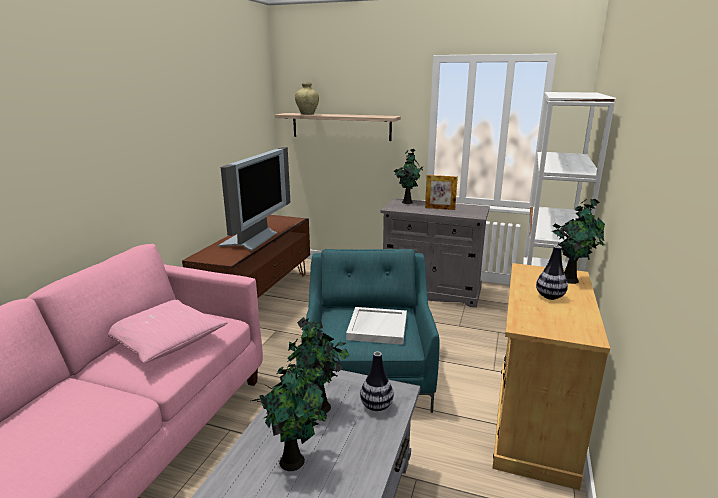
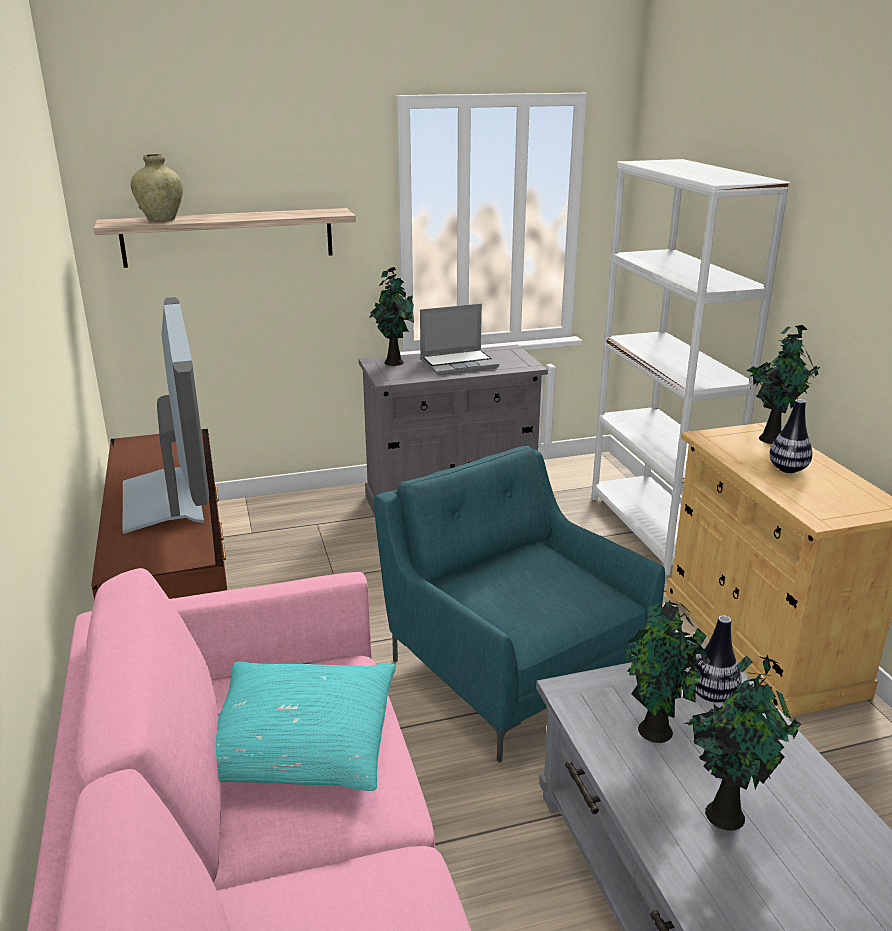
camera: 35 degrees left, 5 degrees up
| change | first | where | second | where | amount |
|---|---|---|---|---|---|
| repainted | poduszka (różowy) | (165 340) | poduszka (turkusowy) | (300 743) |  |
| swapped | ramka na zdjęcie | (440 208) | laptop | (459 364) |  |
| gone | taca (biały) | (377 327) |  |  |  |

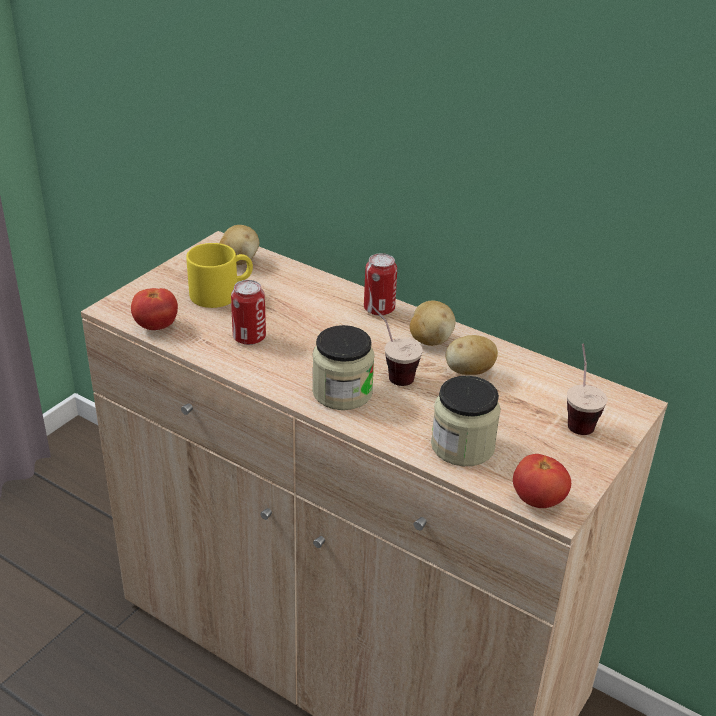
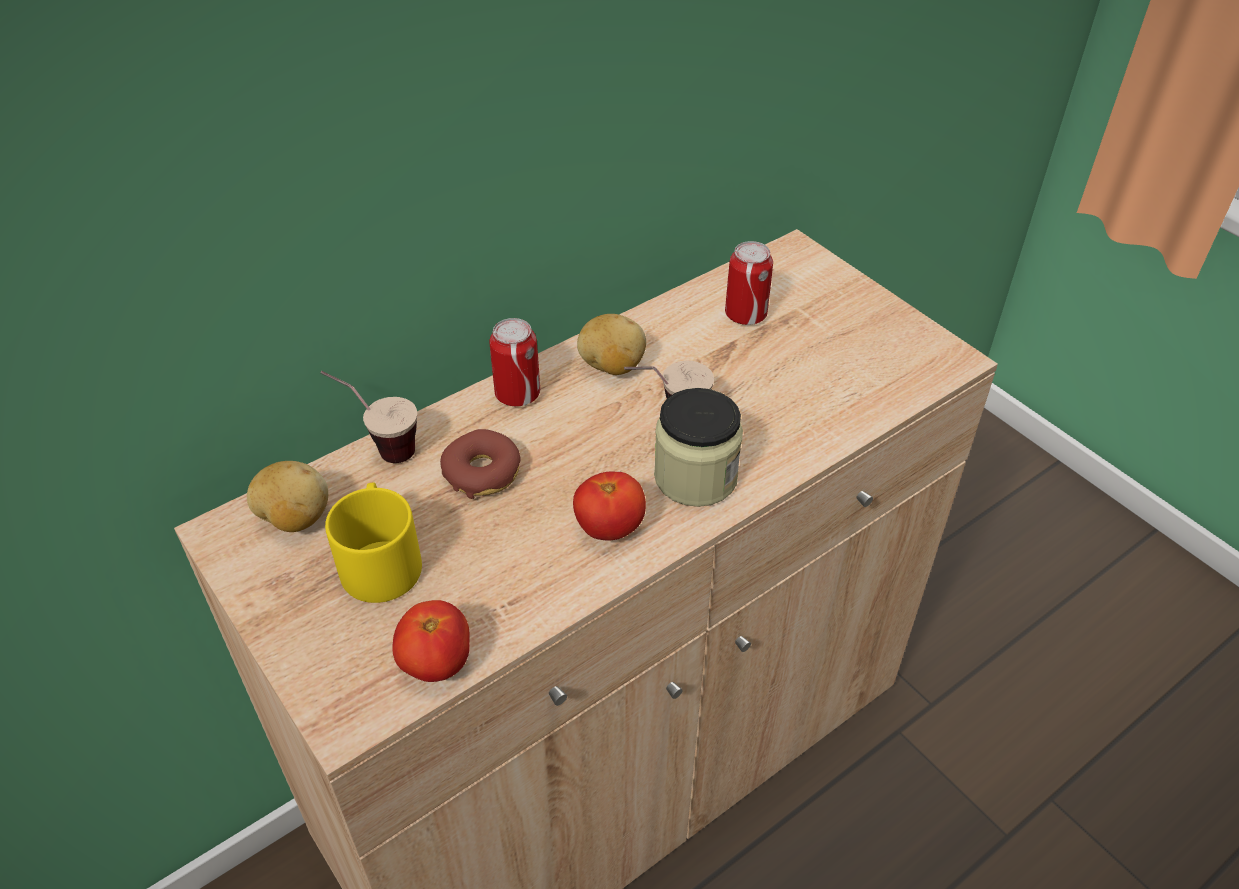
camera: 70 degrees left, 10 degrees up
| change | first | where | second | where | amount |
|---|---|---|---|---|---|
| shifted | filiżanka | (578 417) |  | (378 446) |  |
| new |  |  | donut | (482 472) |  |
| shifted | pomidor | (538 501) |  | (609 527) |  |
| shifted | puszka | (249 338) |  | (745 315) |  |
| gone | słoik | (462 446) |  |  |  |
| gone | ziemniak | (469 372) |  |  |  |

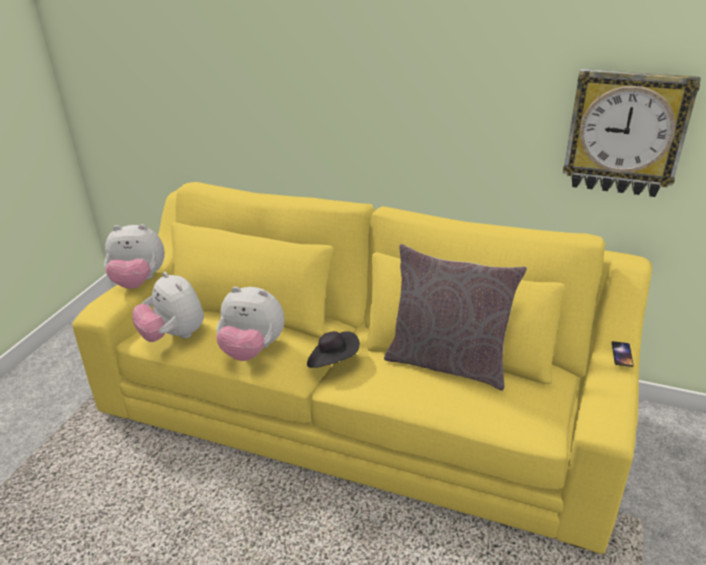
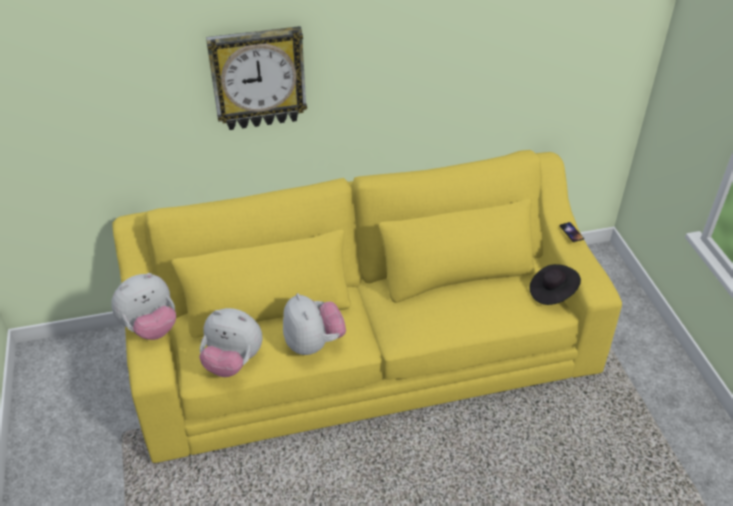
camera: 35 degrees left, 10 degrees up
| change | first | where | second | where | amount |
|---|---|---|---|---|---|
| shifted | zegar ścienny | (625 133) |  | (258 78) |  |
| rotated | pluszak | (252 350) |  | (313 343) | 90 degrees counterclockwise |
| shifted | kapelusz (czarny) | (333 361) |  | (552 292) |  |
| gone | poduszka (szary) | (447 362) |  |  |  |

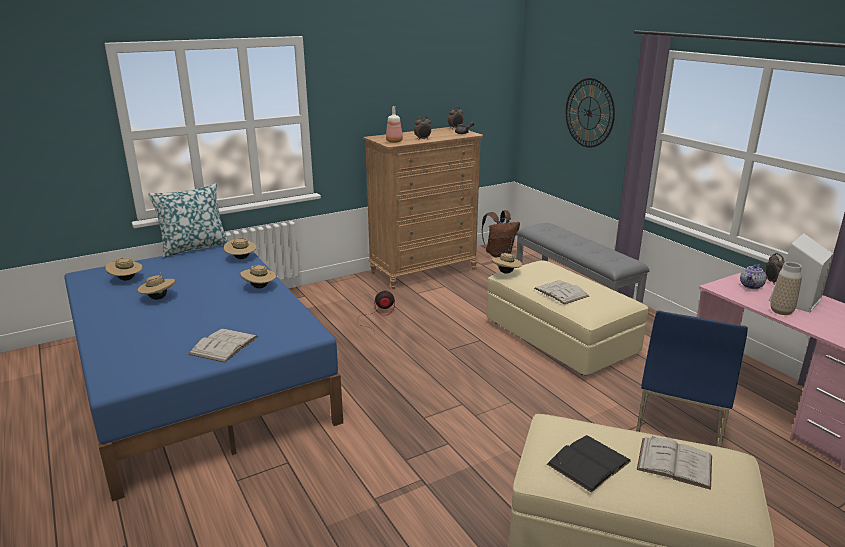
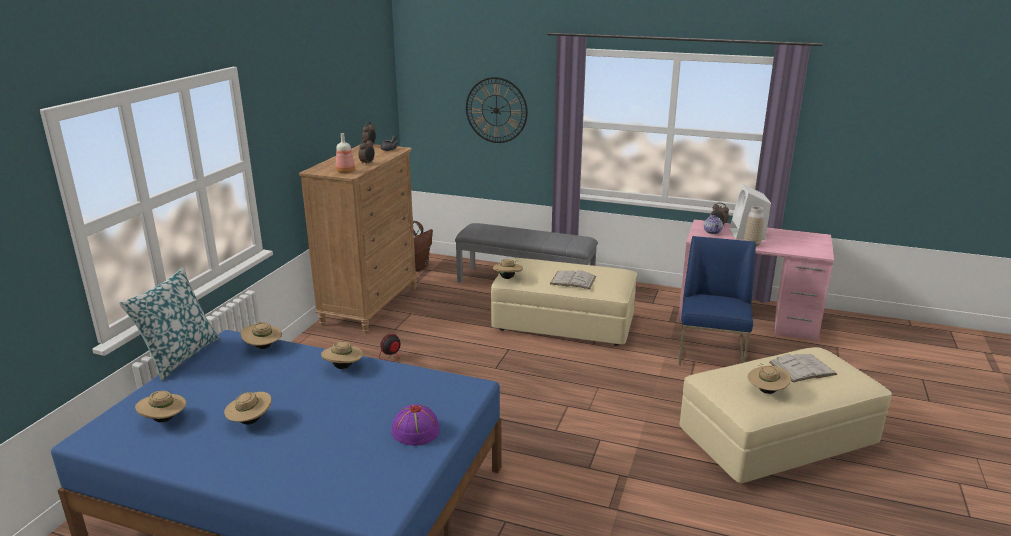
camera: 40 degrees left, 0 degrees up
| change | first | where | second | where | amount |
|---|---|---|---|---|---|
| swapped | książka (biały) | (224 345) | kapelusz (fioletowy) | (415 431) |  |
| rotated | krzesło (niebieski) | (678 423) |  | (711 353) | 150 degrees counterclockwise |
| swapped | książka (czarny) | (589 463) | kapelusz (beżowy) | (766 391) |  |

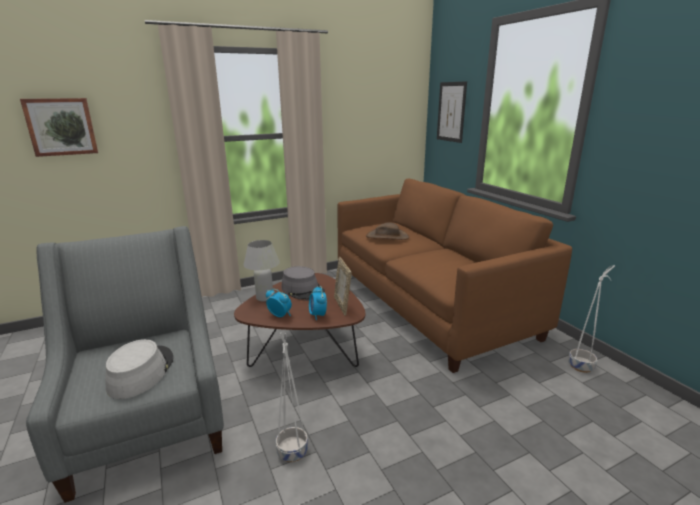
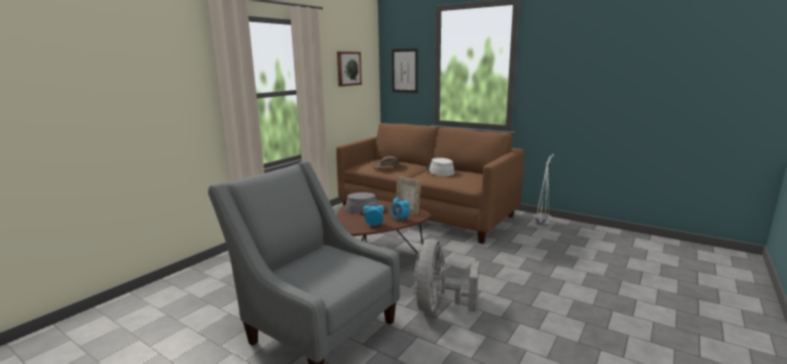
camera: 30 degrees left, 5 degrees down
| change | first | where | second | where | amount |
|---|---|---|---|---|---|
| shifted | obraz | (61 126) |  | (348 68) |  |
| swapped | donica (biały) | (292 452) | wentylator (szary) | (438 306) |  |
| shifted | kapelusz (szary) | (141 372) |  | (439 171) |  |
| gone | lampa stołowa (biały) | (264 298) |  |  |  |

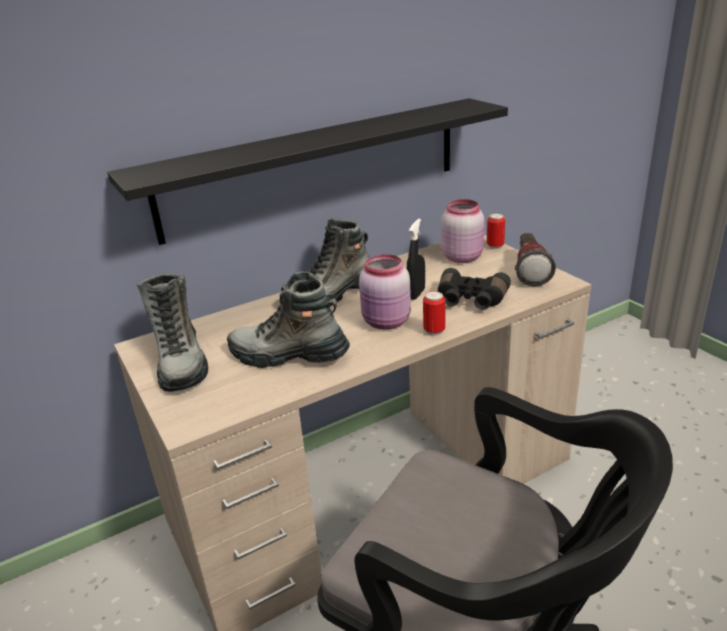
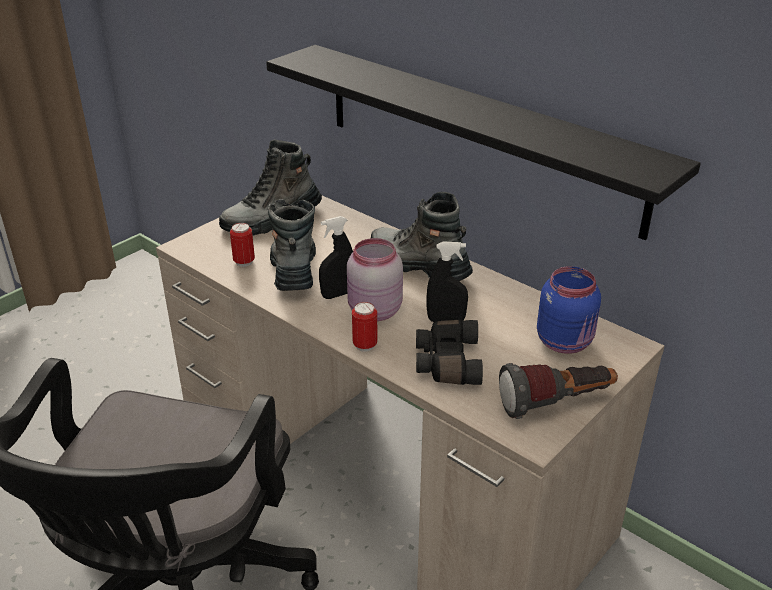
camera: 70 degrees right, 5 degrees up
| change | first | where | second | where | amount |
|---|---|---|---|---|---|
| shifted | puszka | (495 246) |  | (244 262) |  |
| new |  |  | spryskiwacz (czarny) | (338 294) |  |
| repainted | słoik (różowy) | (462 257) | słoik (niebieski) | (565 342) |  |

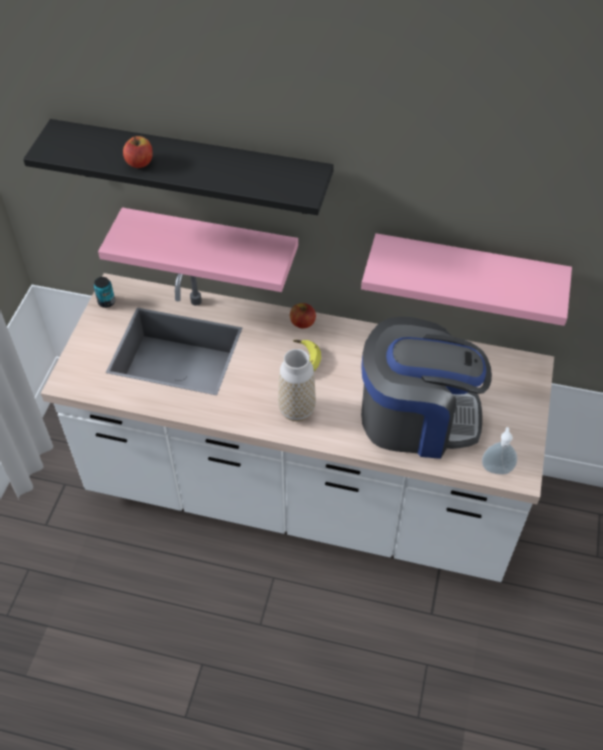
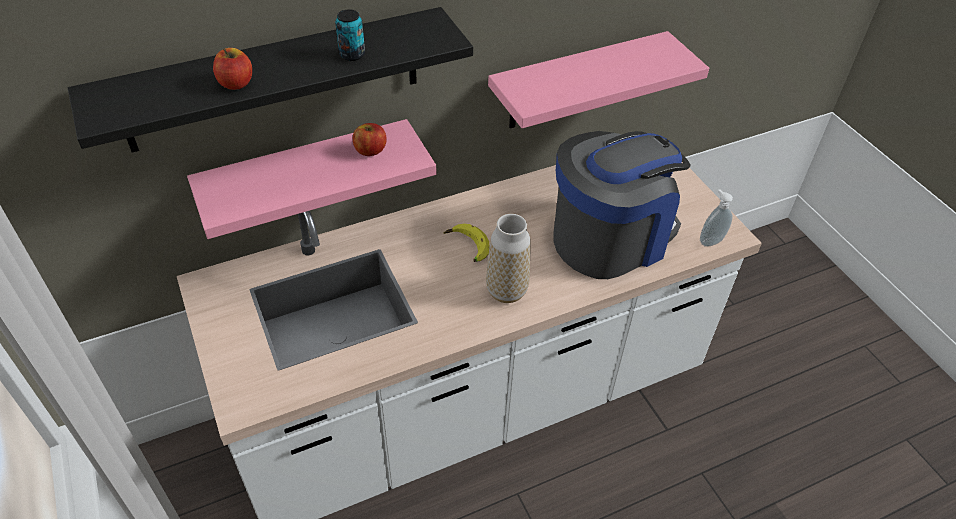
camera: 40 degrees left, 5 degrees down
| change | first | where | second | where | amount |
|---|---|---|---|---|---|
| shifted | puszka | (106 302) |  | (352 55) |  |
| shifted | jabłko | (302 323) |  | (370 150) |  |

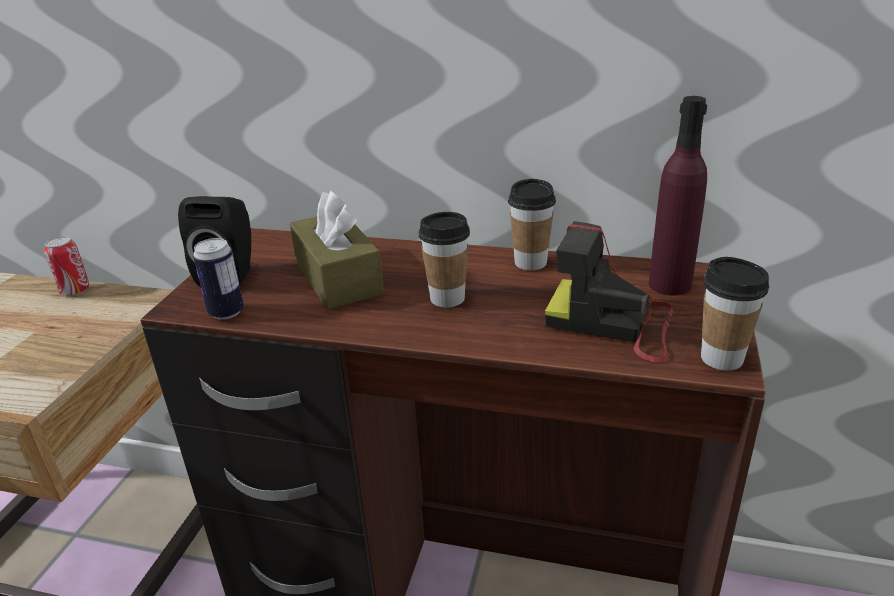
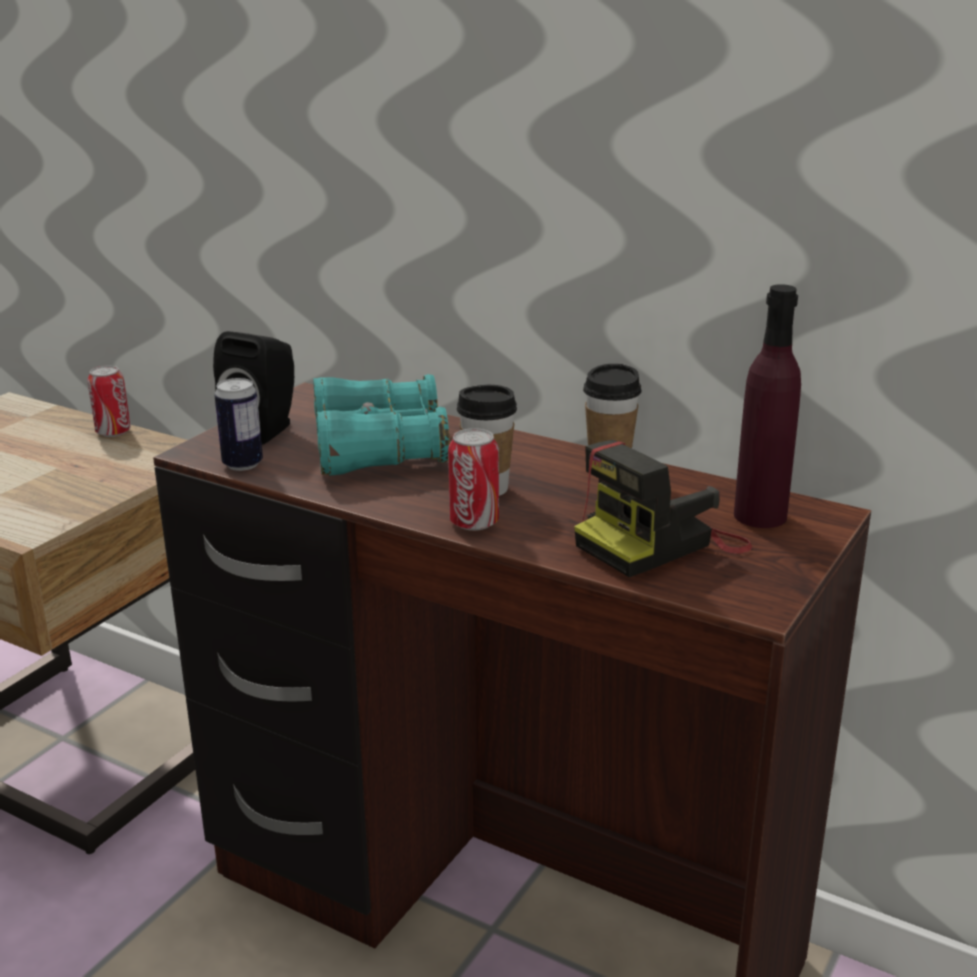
camera: 15 degrees right, 5 degrees down
| change | first | where | second | where | amount |
|---|---|---|---|---|---|
| swapped | pudełko chusteczek (brązowy) | (338 278) | lornetka (turkusowy) | (378 450) |  |
| new |  |  | puszka | (474 523) |  |
| rotated | aparat fotograficzny | (614 324) |  | (660 543) | 75 degrees counterclockwise |
| gone | filiżanka | (721 358) |  |  |  |

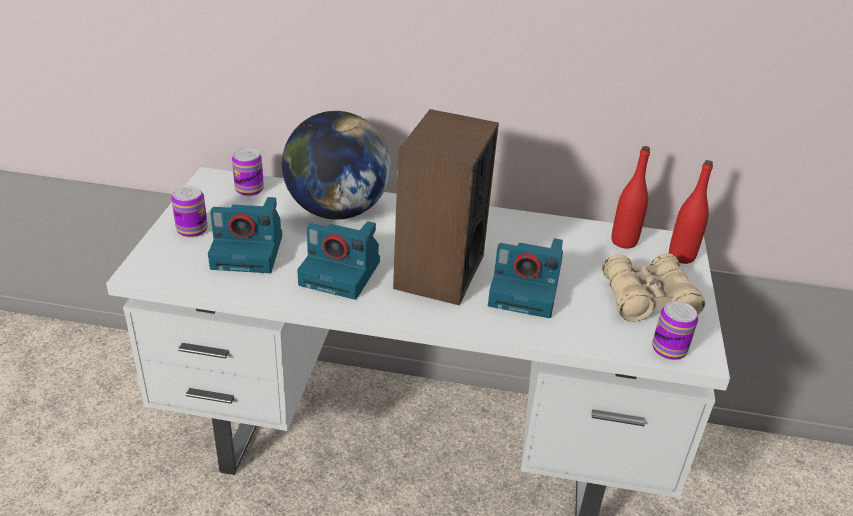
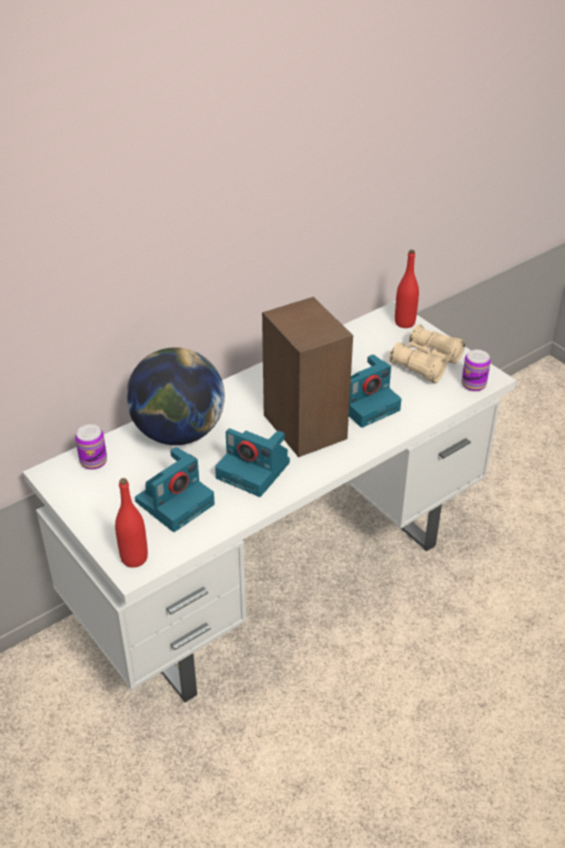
camera: 45 degrees left, 5 degrees up
| change | first | where | second | where | amount |
|---|---|---|---|---|---|
| shifted | butelka (czerwony) | (624 242) |  | (134 558) |  |
| rotated | aparat fotograficzny | (342 273) |  | (255 470) | 60 degrees clockwise |
| gone | puszka | (192 230) |  |  |  |

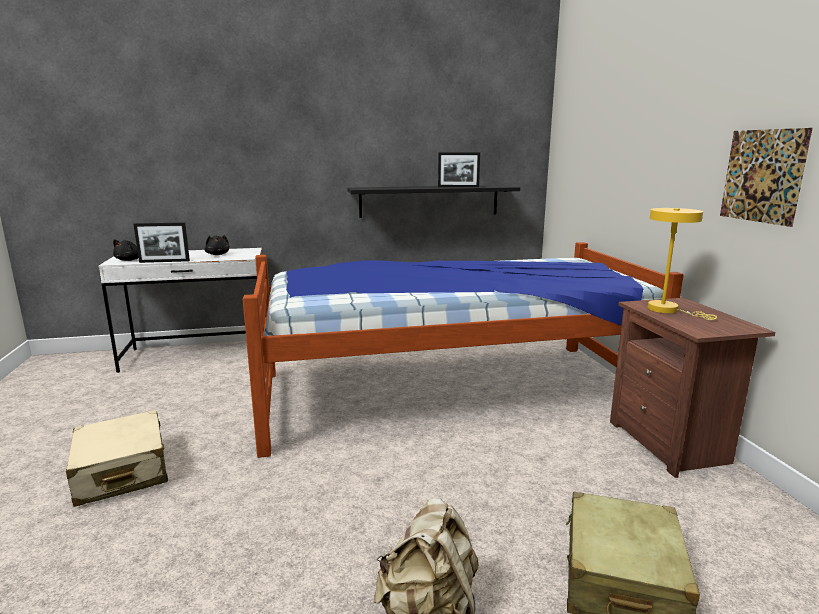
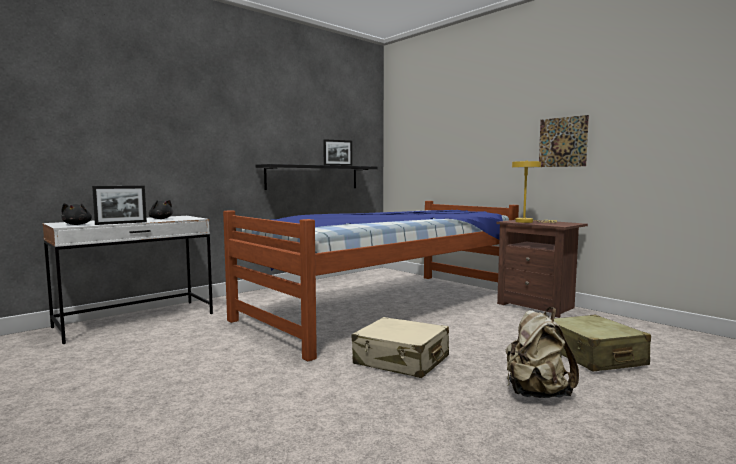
camera: 30 degrees left, 10 degrees down
| change | first | where | second | where | amount |
|---|---|---|---|---|---|
| shifted | walizka (beżowy) | (122 472) |  | (401 360) |  |

